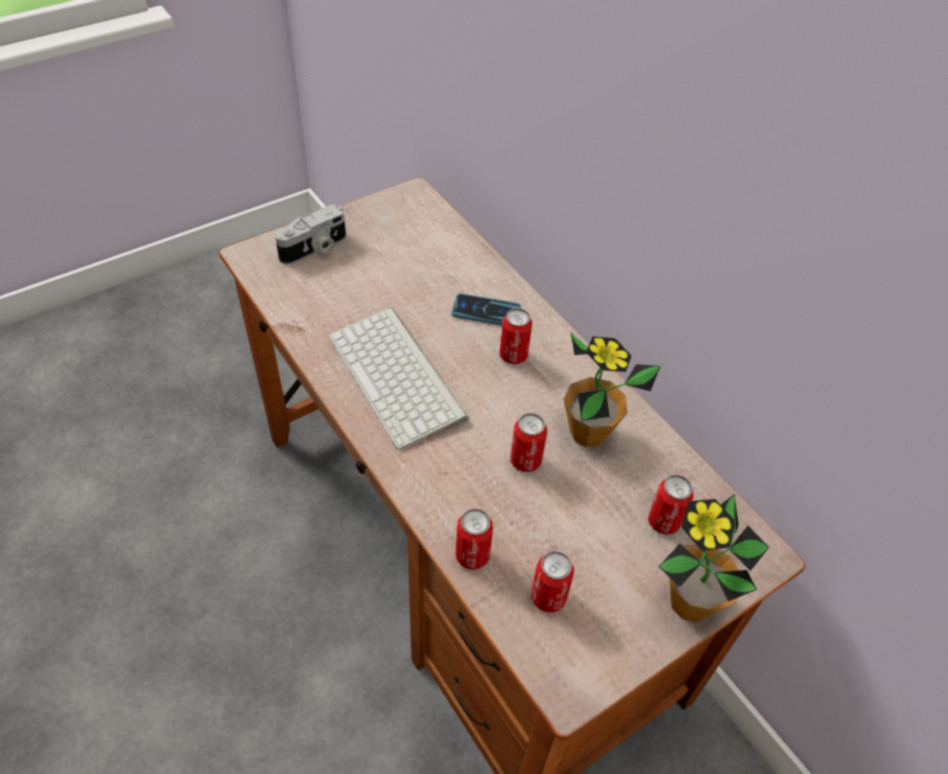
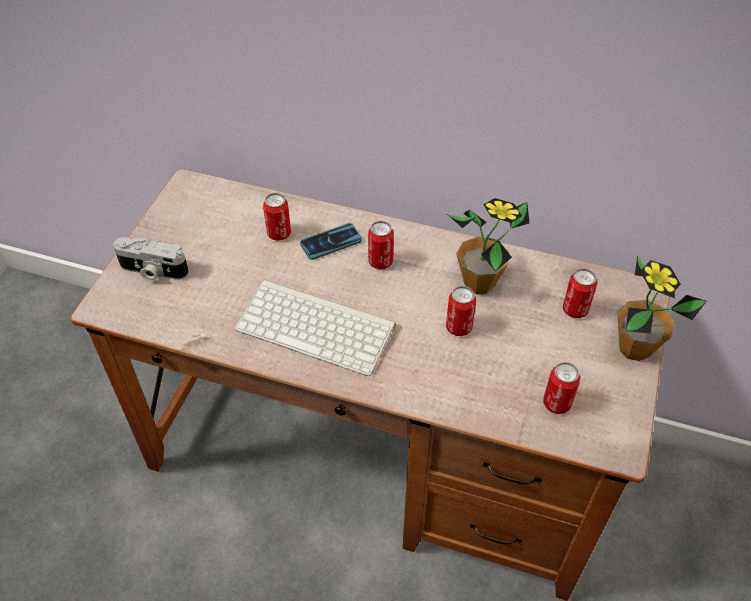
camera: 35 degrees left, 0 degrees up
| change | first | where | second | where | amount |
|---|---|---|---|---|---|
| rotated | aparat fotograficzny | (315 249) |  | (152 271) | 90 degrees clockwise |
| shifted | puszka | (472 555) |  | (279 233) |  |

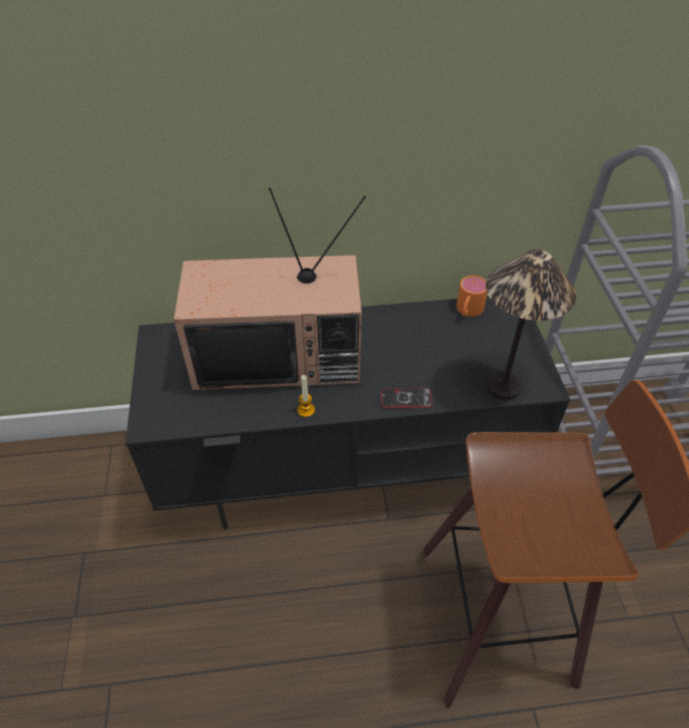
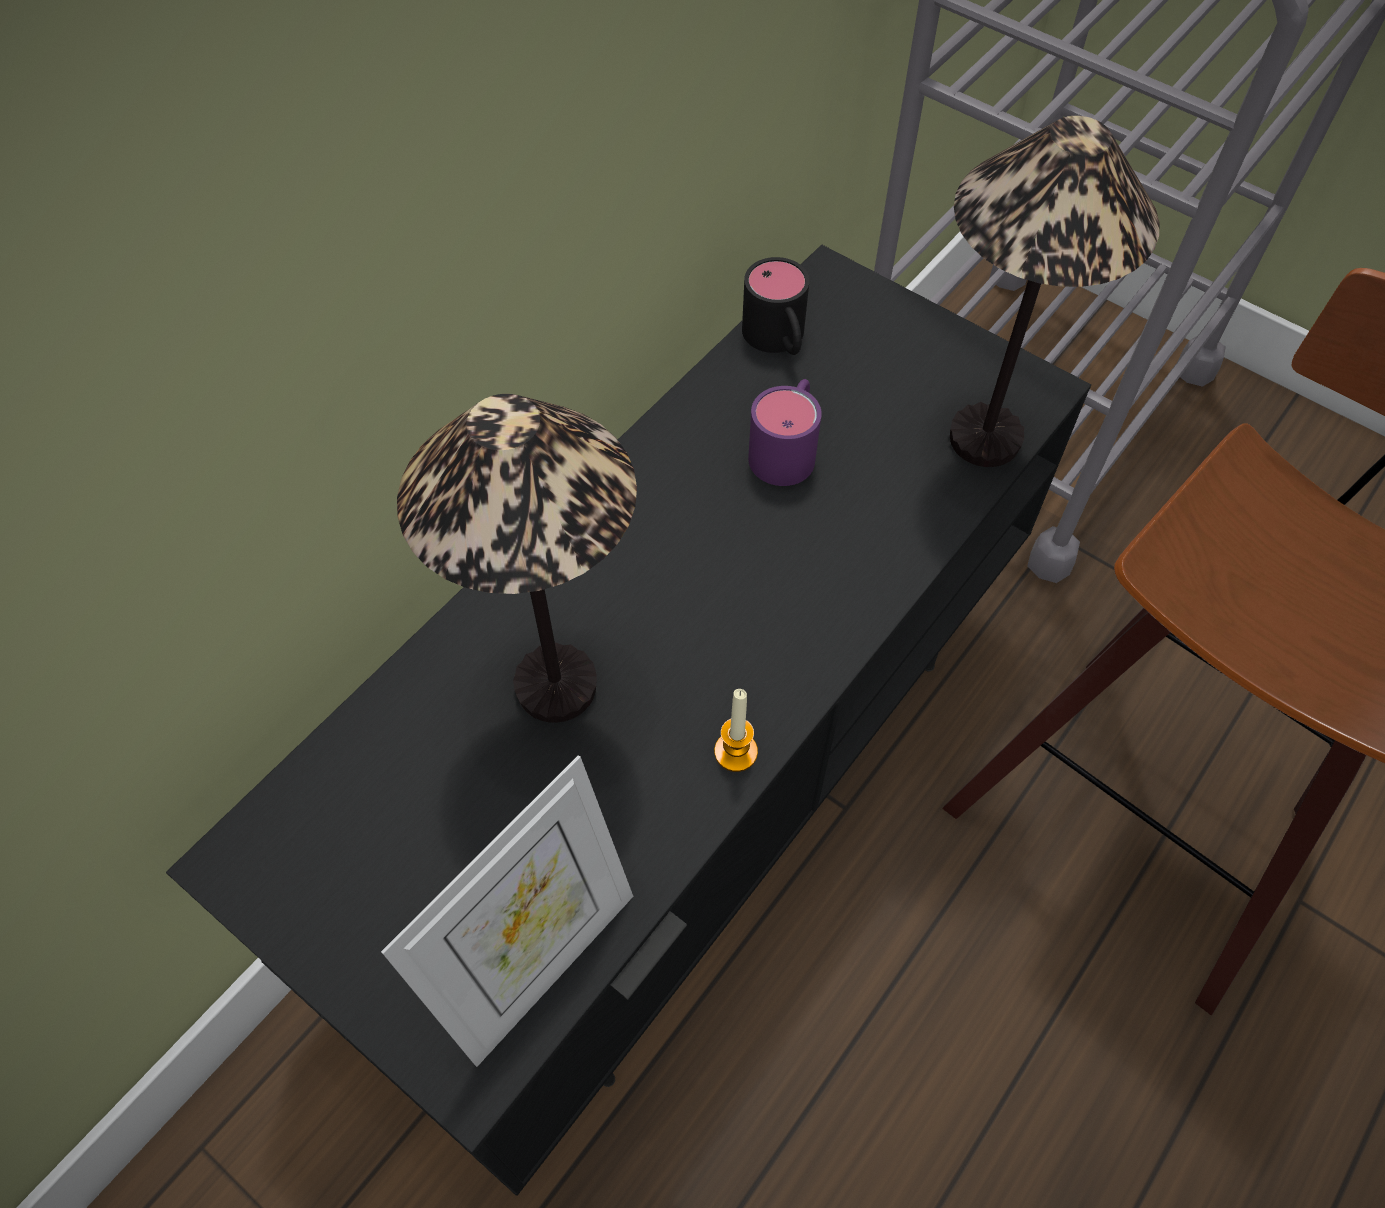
camera: 45 degrees left, 10 degrees up
| change | first | where | second | where | amount |
|---|---|---|---|---|---|
| new |  |  | ramka na zdjęcie | (540 962) |  |
| swapped | telewizor | (279 355) | lampa stołowa | (556 684) |  |
| repainted | kubek (pomarańczowy) | (467 311) | kubek (czarny) | (778 340) |  |
| new |  |  | kubek (fioletowy) | (787 447) |  |
| gone | telefon | (406 399) |  |  |  |

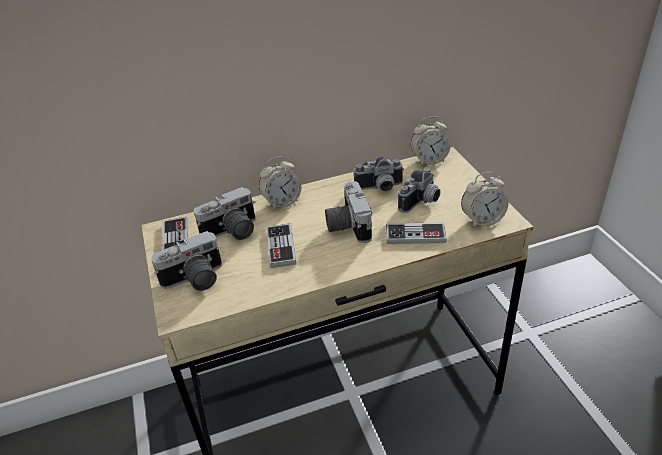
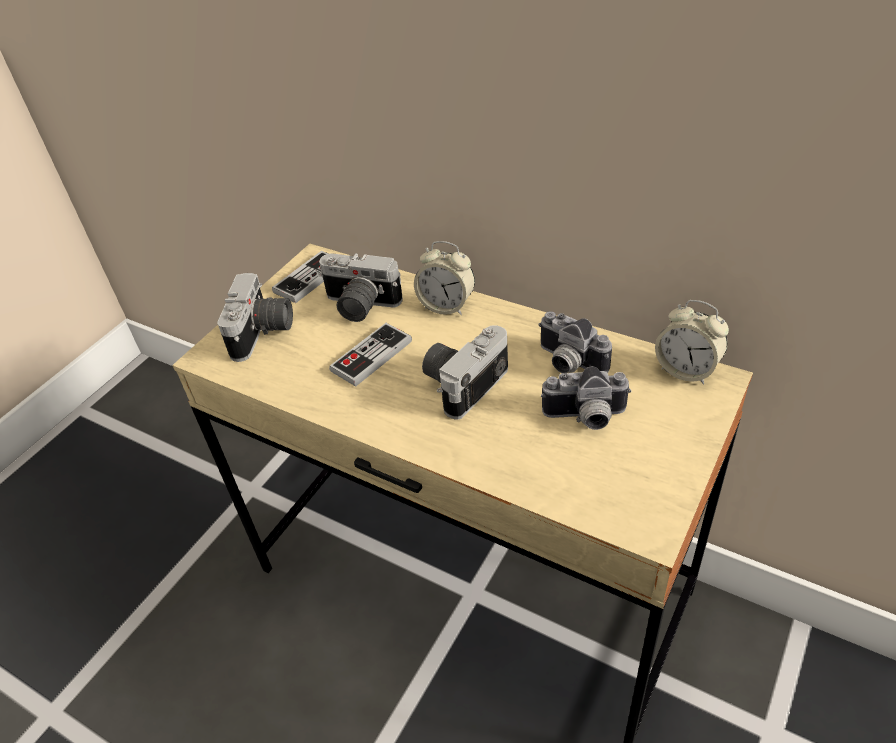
camera: 50 degrees right, 5 degrees up
| change | first | where | second | where | amount |
|---|---|---|---|---|---|
| rotated | aparat fotograficzny | (195 280) |  | (263 333) | 105 degrees counterclockwise |
| gone | pad do gier | (415 235) |  |  |  |
| gone | budzik | (482 220) |  |  |  |

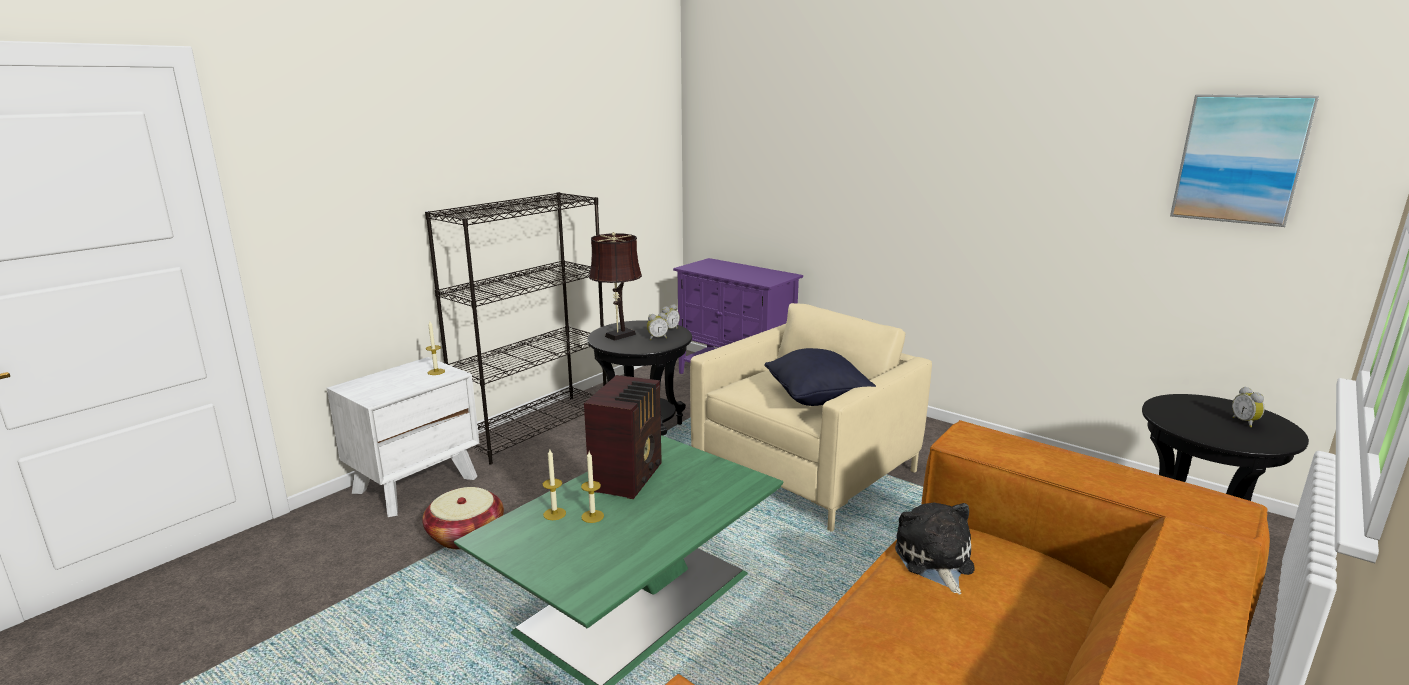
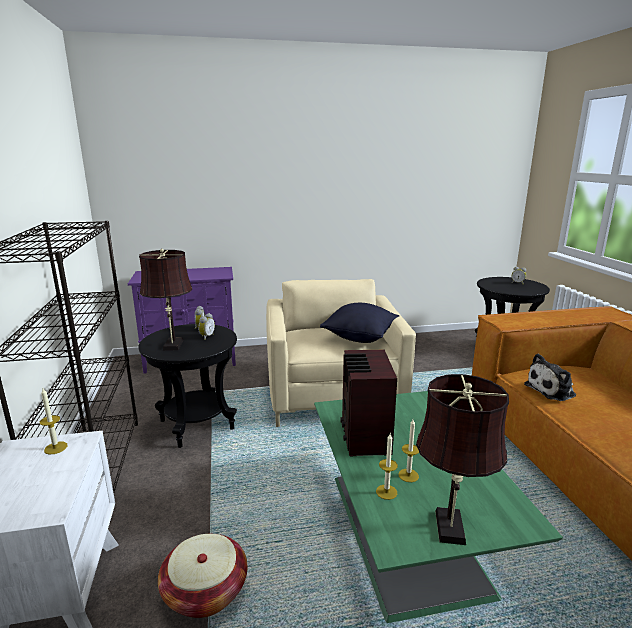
camera: 50 degrees left, 0 degrees up
| change | first | where | second | where | amount |
|---|---|---|---|---|---|
| rotated | radio | (628 477) |  | (364 437) | 150 degrees counterclockwise |
| new |  |  | lampa stołowa (brązowy) | (450 531) |  |
| rotated | pluszak | (934 561) |  | (552 390) | 60 degrees counterclockwise |
| gone | obraz | (1240 159) |  |  |  |

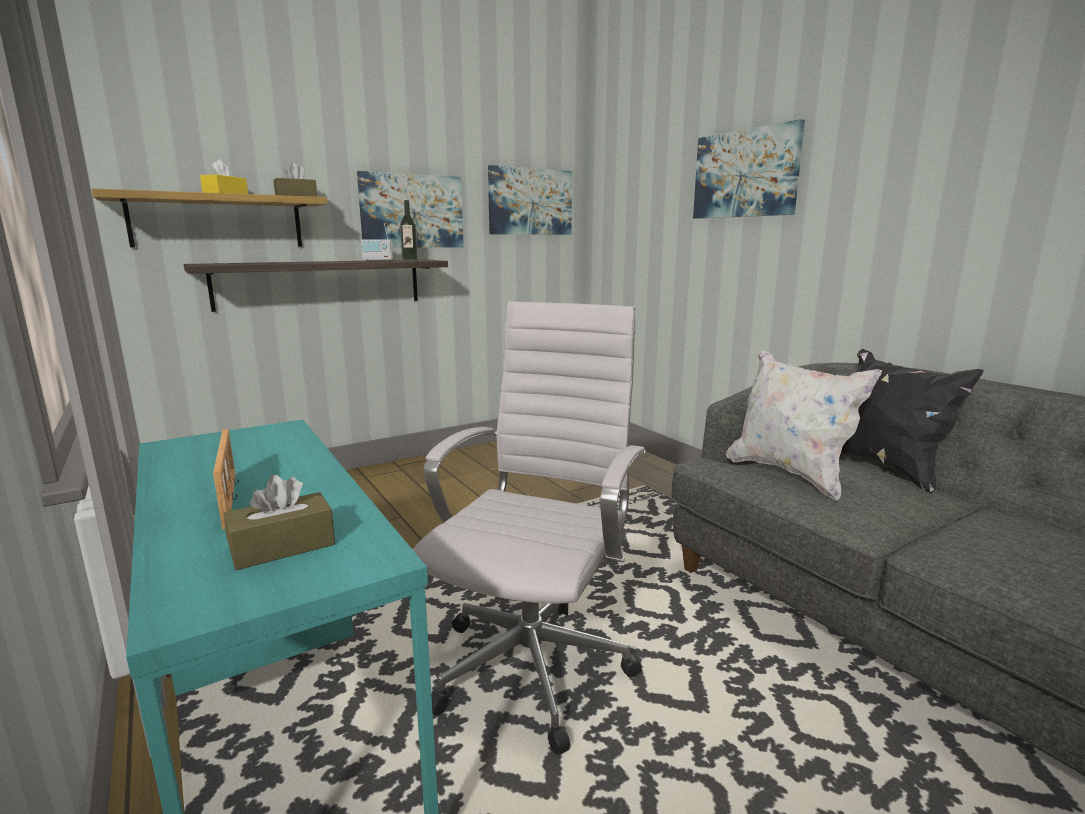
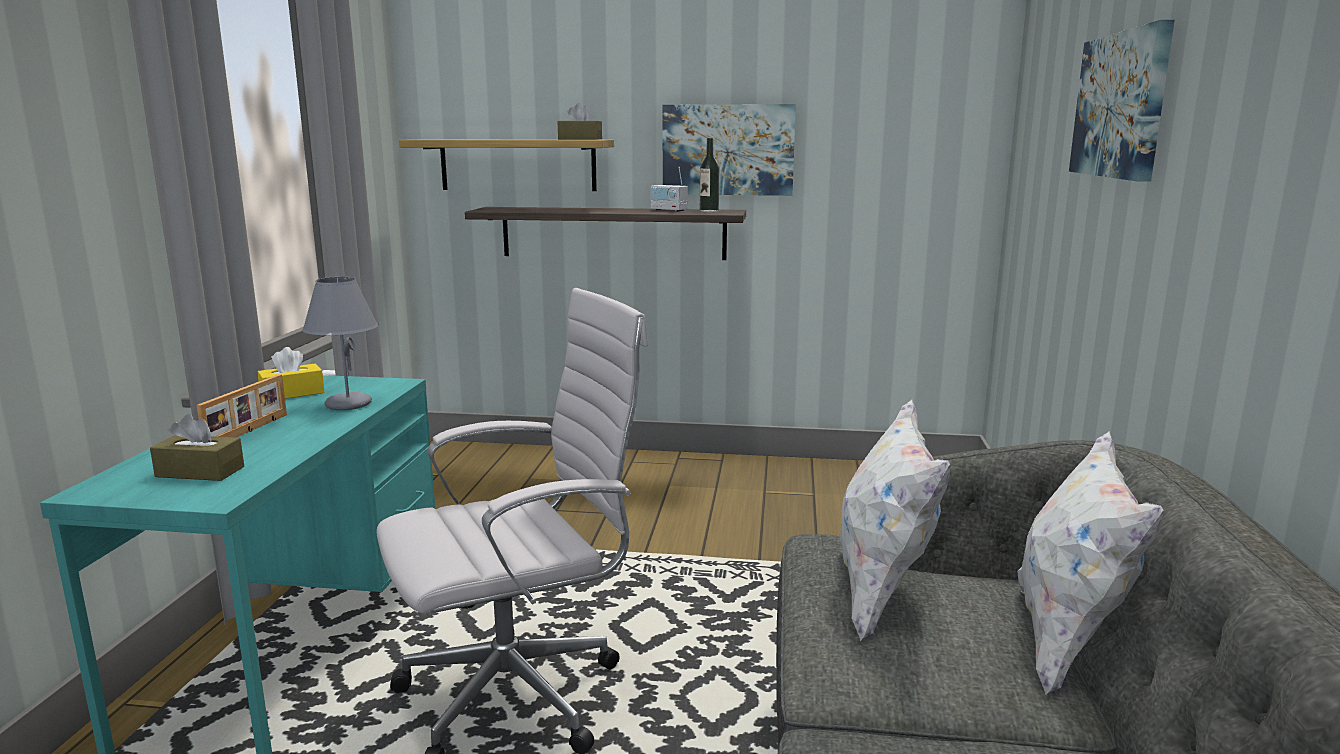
camera: 40 degrees right, 0 degrees up
| change | first | where | second | where | amount |
|---|---|---|---|---|---|
| shifted | pudełko chusteczek (żółty) | (226 194) |  | (292 393) |  |
| new |  |  | lampa stołowa (szary) | (348 404) |  |
| repainted | poduszka (czarny) | (884 468) | poduszka (biały) | (1067 639) |  |
| gone | obraz | (530 202) |  |  |  |

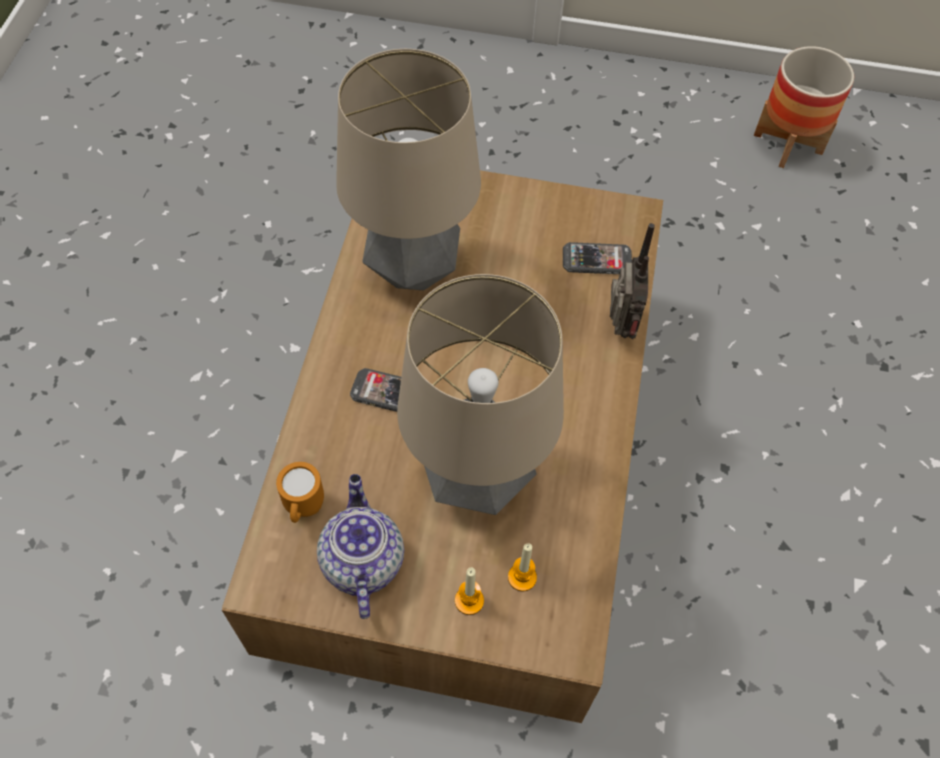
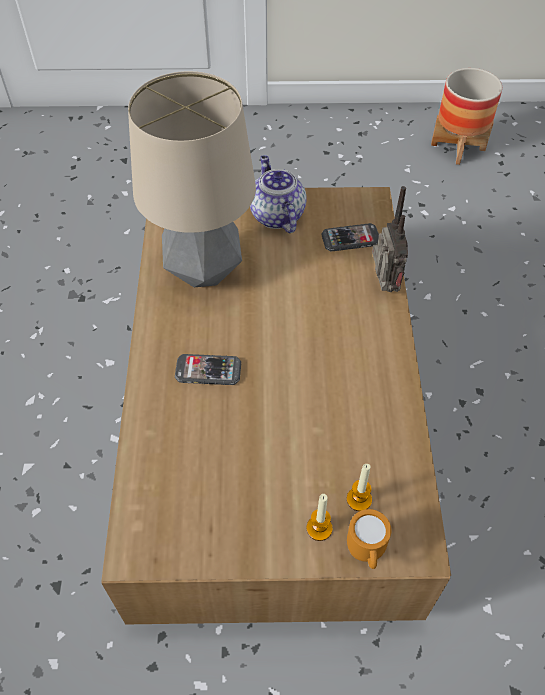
camera: 10 degrees left, 5 degrees down
| change | first | where | second | where | amount |
|---|---|---|---|---|---|
| shifted | imbryk | (361 560) |  | (276 215) |  |
| shifted | kubek (pomarańczowy) | (303 510) |  | (365 554) |  |
| gone | lampa stołowa | (477 481) |  |  |  |

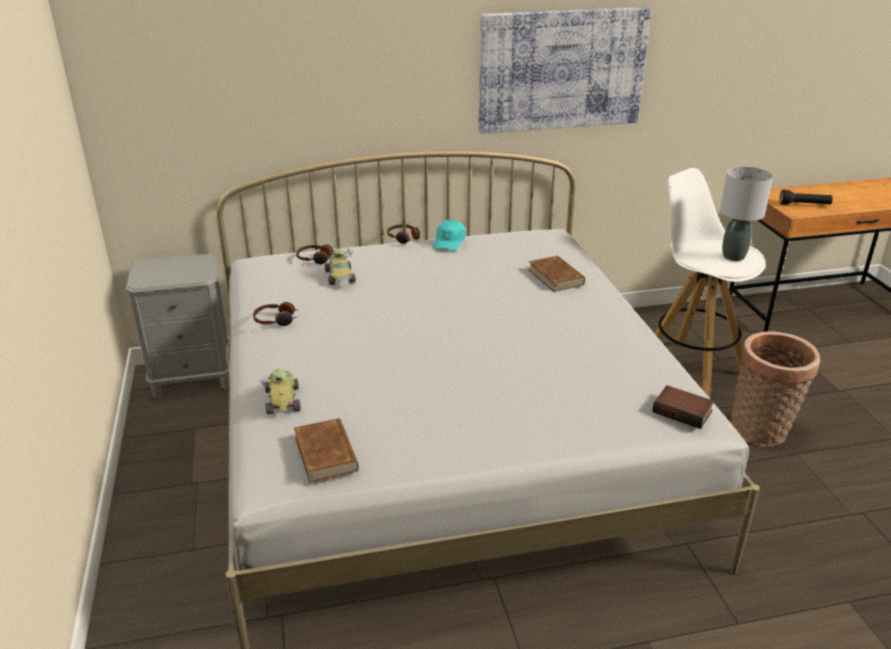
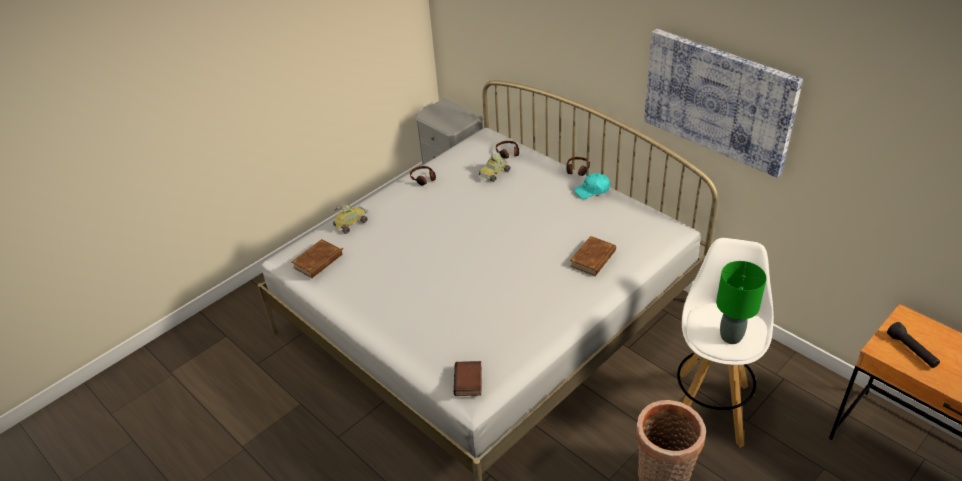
camera: 60 degrees right, 10 degrees up
| change | first | where | second | where | amount |
|---|---|---|---|---|---|
| repainted | lampa stołowa (szary) | (733 256) | lampa stołowa (zielony) | (730 336) |  |

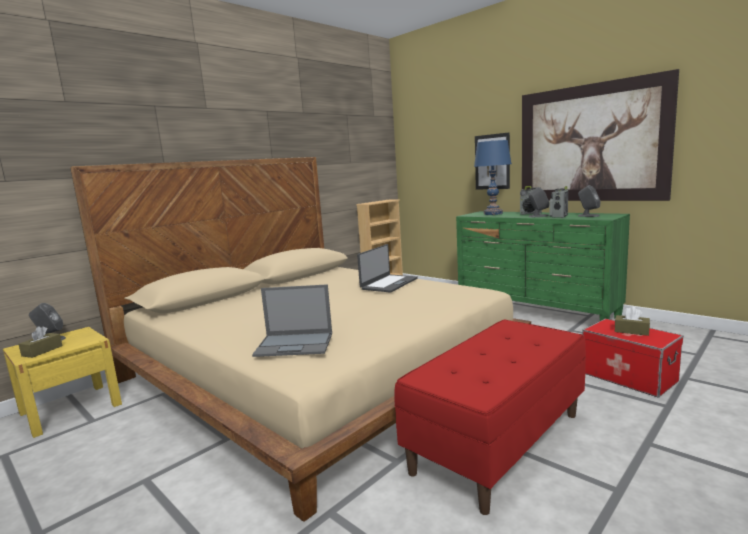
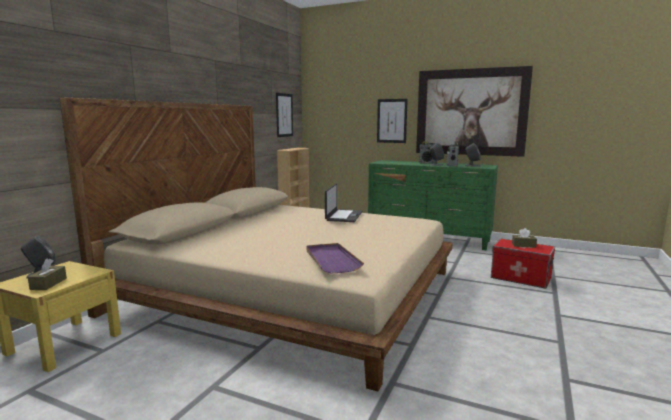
camera: 20 degrees left, 0 degrees up
| change | first | where | second | where | amount |
|---|---|---|---|---|---|
| new |  |  | obraz | (284 115) |  |
| swapped | laptop | (295 344) | taca (fioletowy) | (331 260) |  |
| gone | ławka (czerwony) | (498 442) |  |  |  |
| gone | lampa stołowa (niebieski) | (493 213) |  |  |  |

